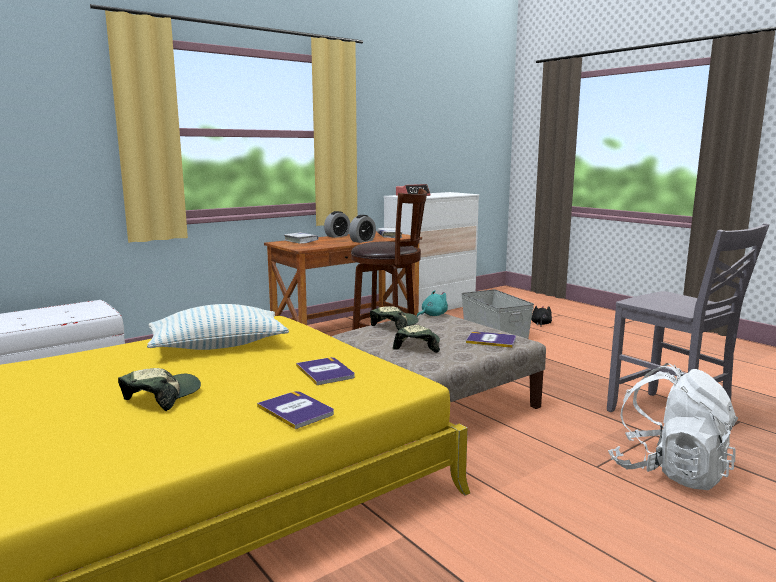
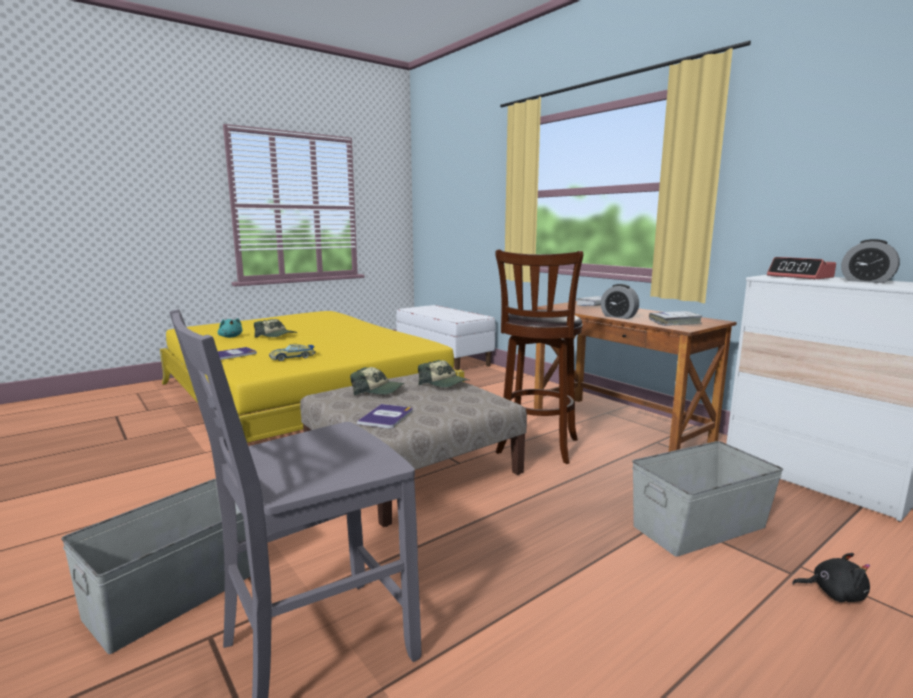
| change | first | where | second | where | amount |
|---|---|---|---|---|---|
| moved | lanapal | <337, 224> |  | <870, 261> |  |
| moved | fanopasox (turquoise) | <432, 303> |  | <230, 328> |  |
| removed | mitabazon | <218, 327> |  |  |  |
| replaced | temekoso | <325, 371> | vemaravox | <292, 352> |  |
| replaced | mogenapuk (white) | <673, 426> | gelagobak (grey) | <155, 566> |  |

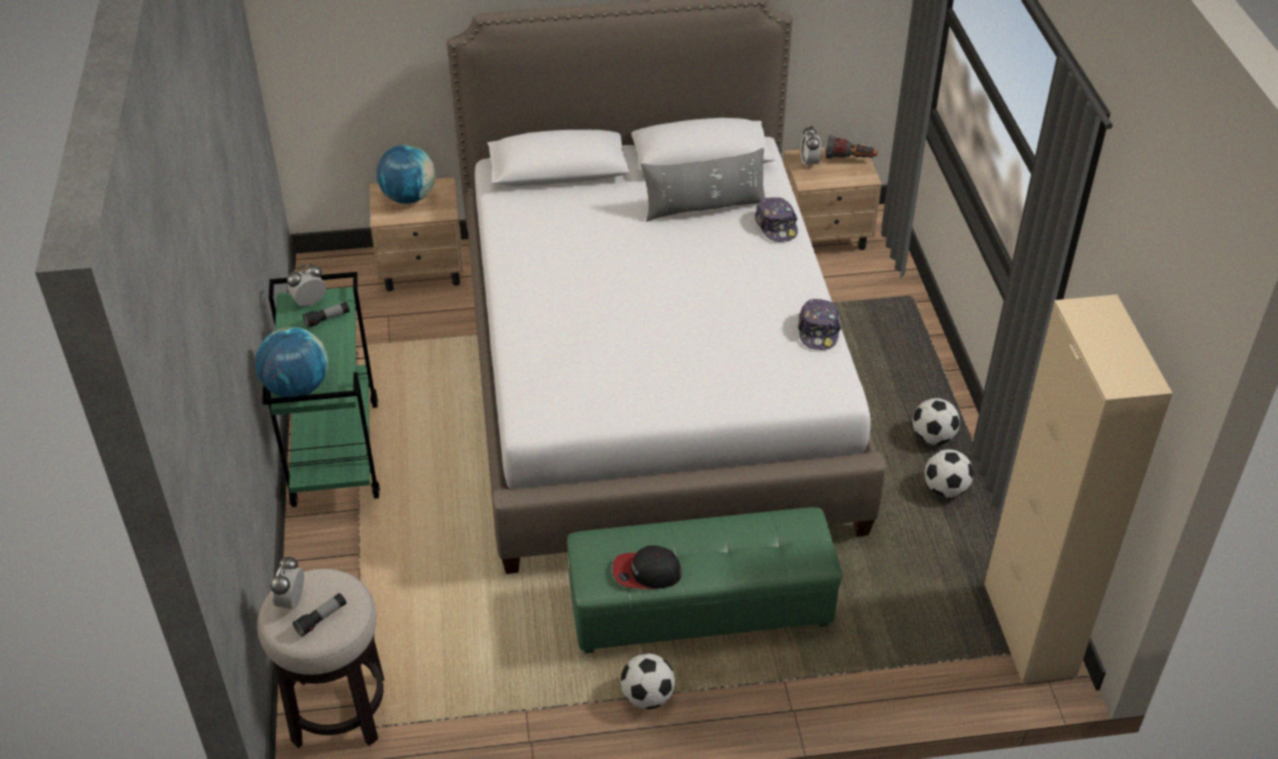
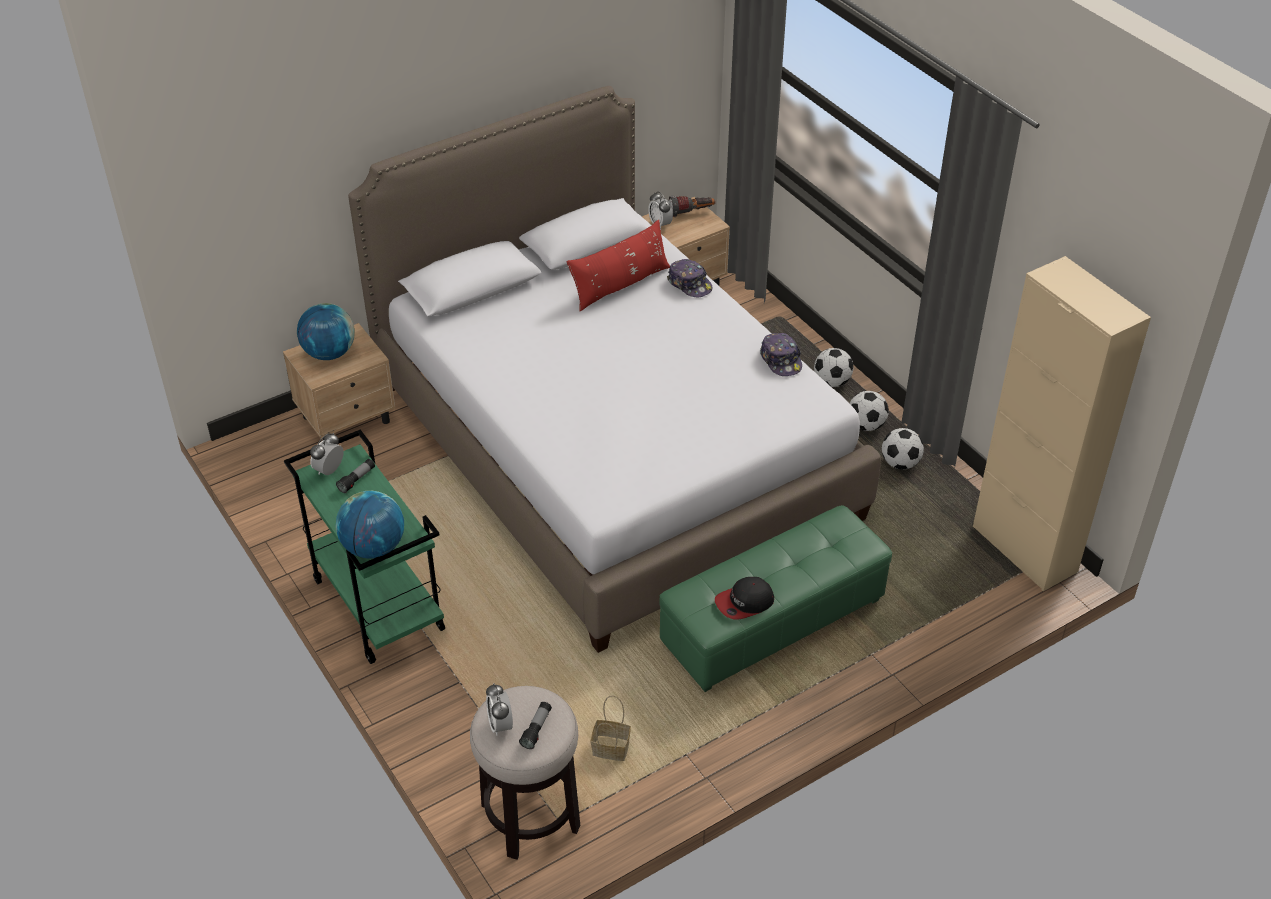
| change | first | where | second | where | amount |
|---|---|---|---|---|---|
| recoloured | mitabazon (grey) | <703, 185> | mitabazon (red) | <618, 265> |  |
| moved | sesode | <648, 681> |  | <833, 367> |  |
| added |  |  | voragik | <611, 728> |  |

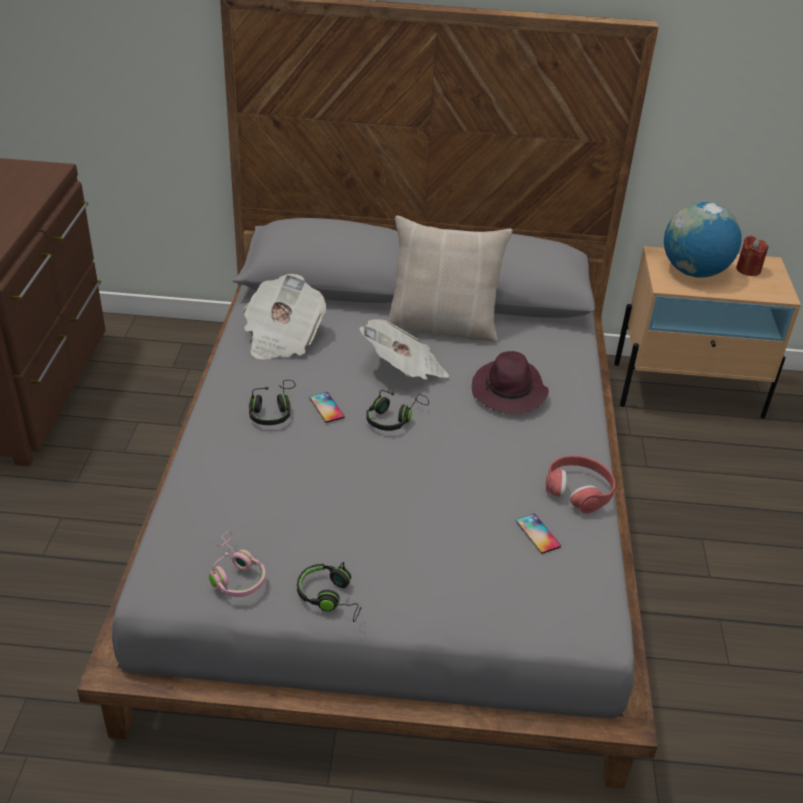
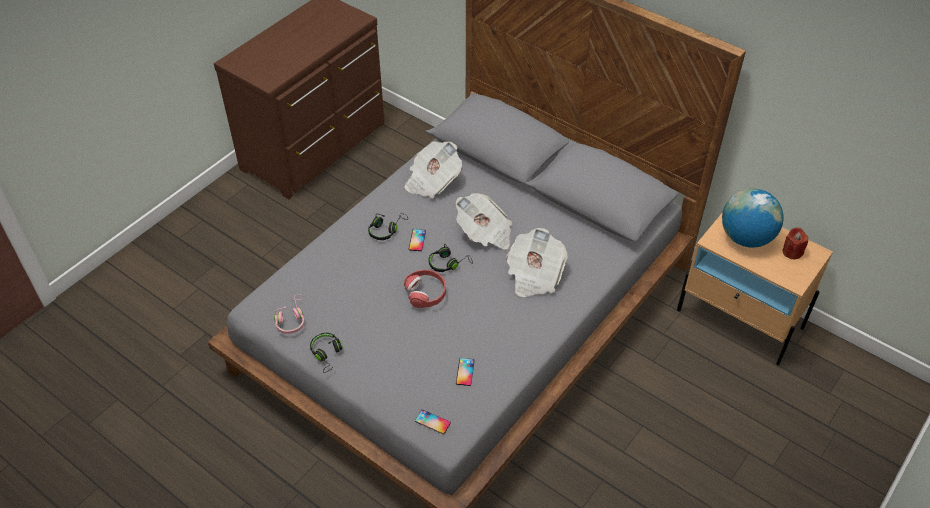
| change | first | where | second | where | amount |
|---|---|---|---|---|---|
| removed | mitabazon (beige) | <449, 279> |  |  |  |
| replaced | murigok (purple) | <510, 382> | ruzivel | <537, 262> |  |
| moved | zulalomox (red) | <580, 484> |  | <425, 289> |  |
| added |  |  | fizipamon | <433, 422> |  |

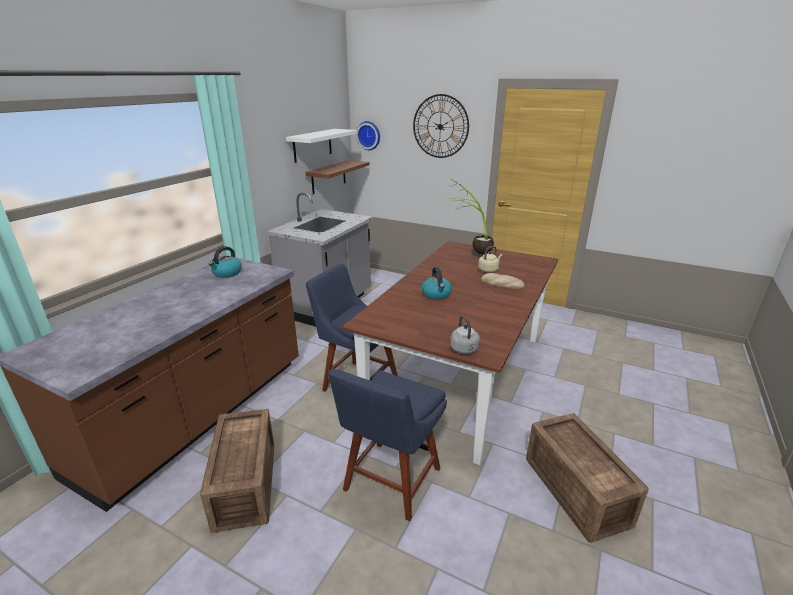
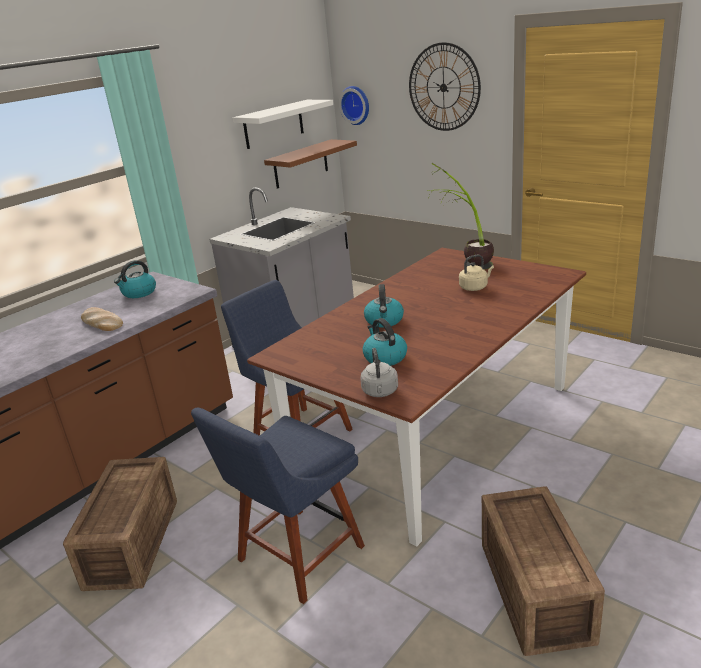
| change | first | where | second | where | amount |
|---|---|---|---|---|---|
| moved | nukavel | <503, 281> |  | <102, 319> |  |
| added |  |  | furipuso | <385, 342> |  |

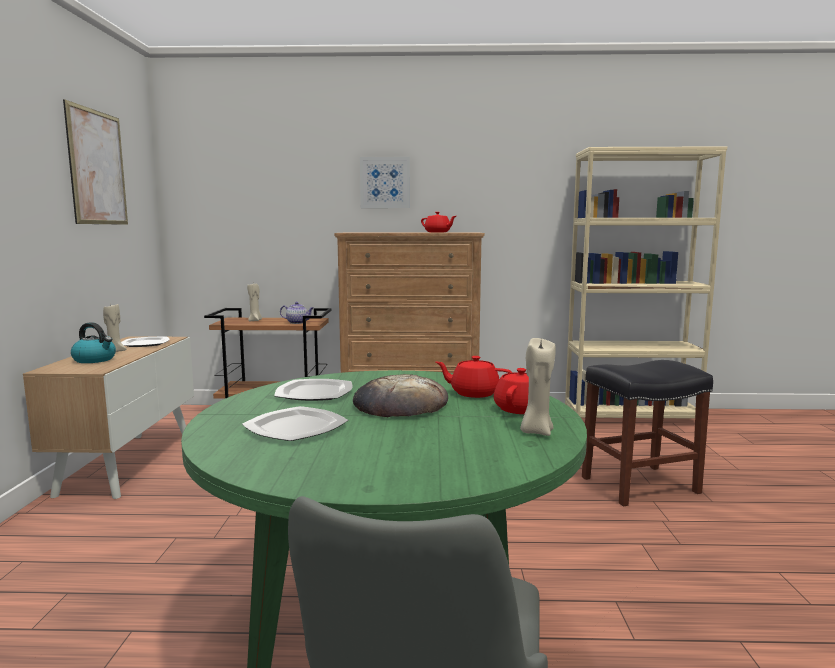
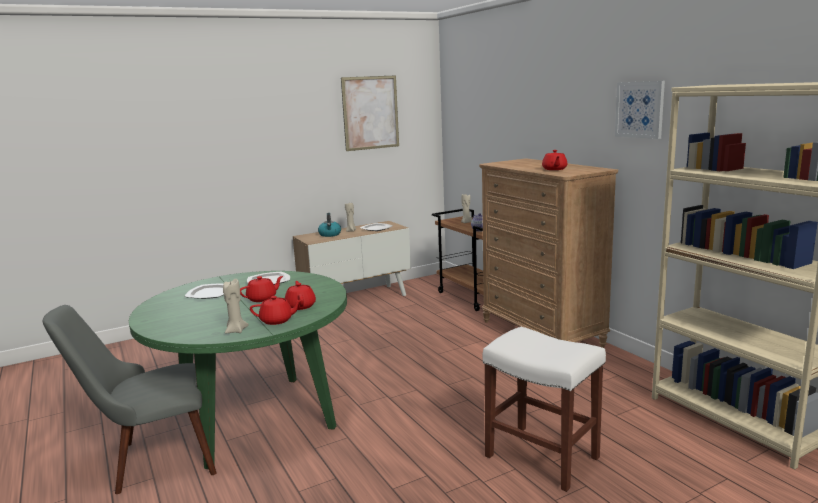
| change | first | where | second | where | amount |
|---|---|---|---|---|---|
| moved | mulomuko | <385, 182> |  | <640, 110> |  |
| recoloured | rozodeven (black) | <647, 433> | rozodeven (white) | <544, 409> |  |
| replaced | nukavel | <400, 395> | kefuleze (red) | <261, 289> |  |

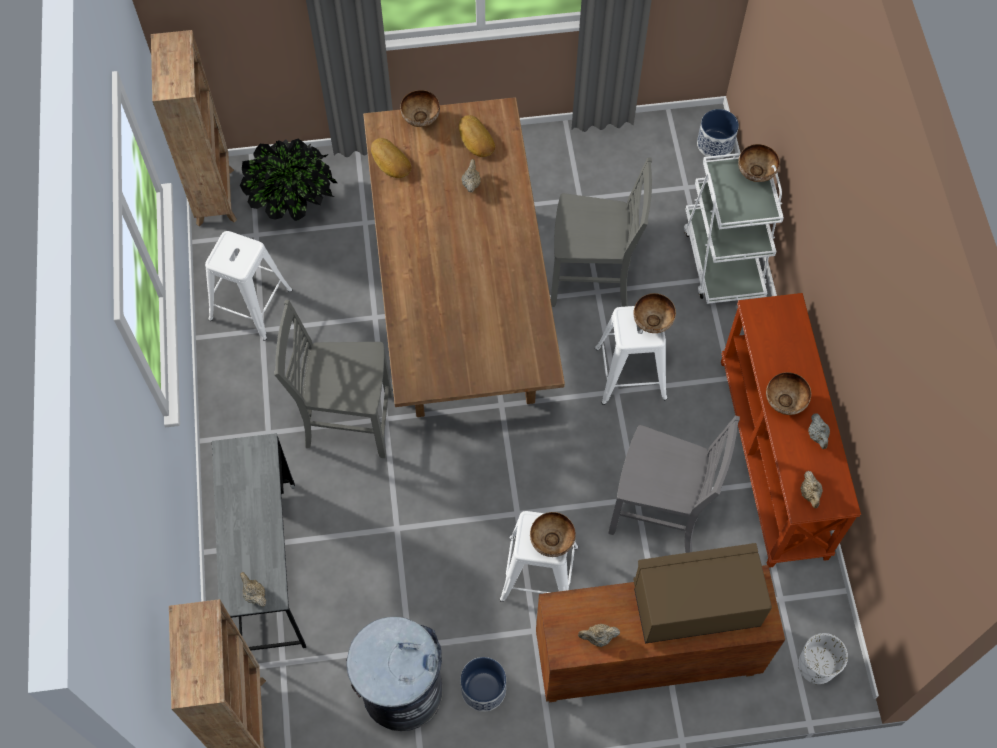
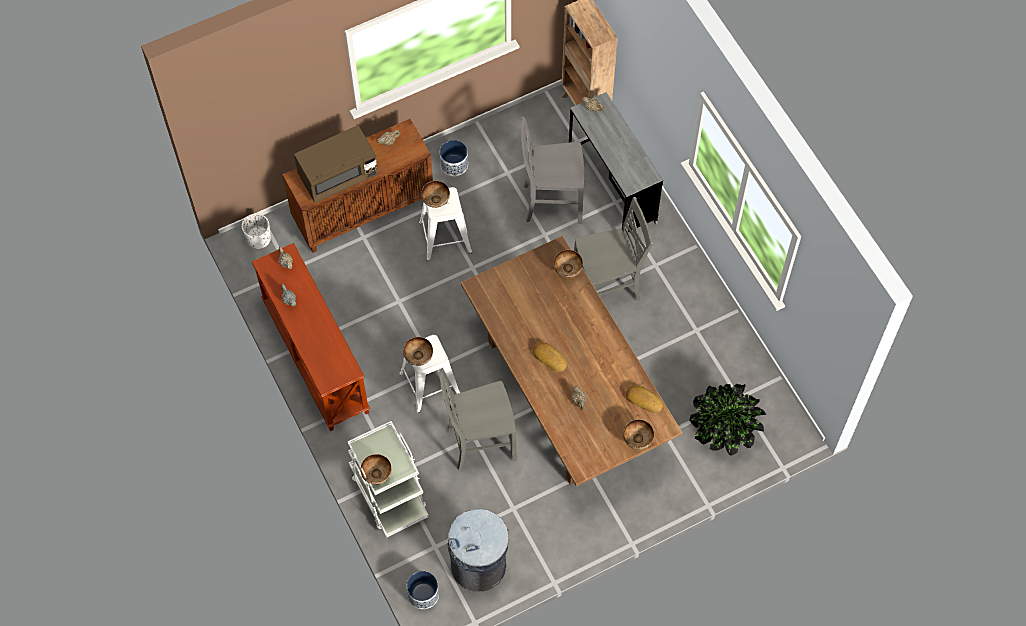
| change | first | where | second | where | amount |
|---|---|---|---|---|---|
| removed | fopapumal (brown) | <194, 128> |  |  |  |
| moved | nukavel | <477, 136> |  | <550, 357> |  |
| removed | rozodeven (white) | <249, 286> |  |  |  |
| moved | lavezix | <788, 393> |  | <568, 264> |  |
| moved | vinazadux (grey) | <674, 484> |  | <552, 170> |  |
| moved | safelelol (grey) | <394, 673> |  | <478, 550> |  |

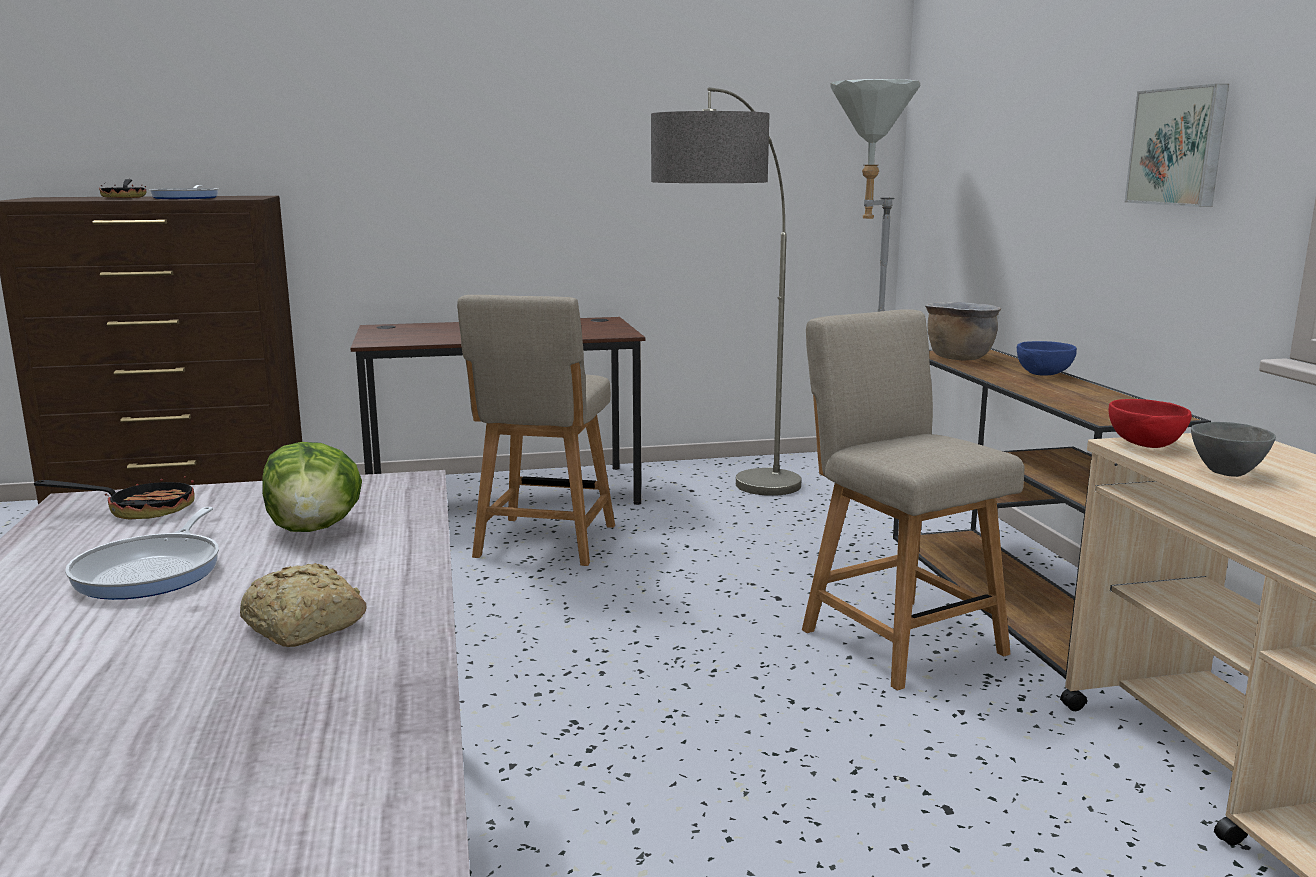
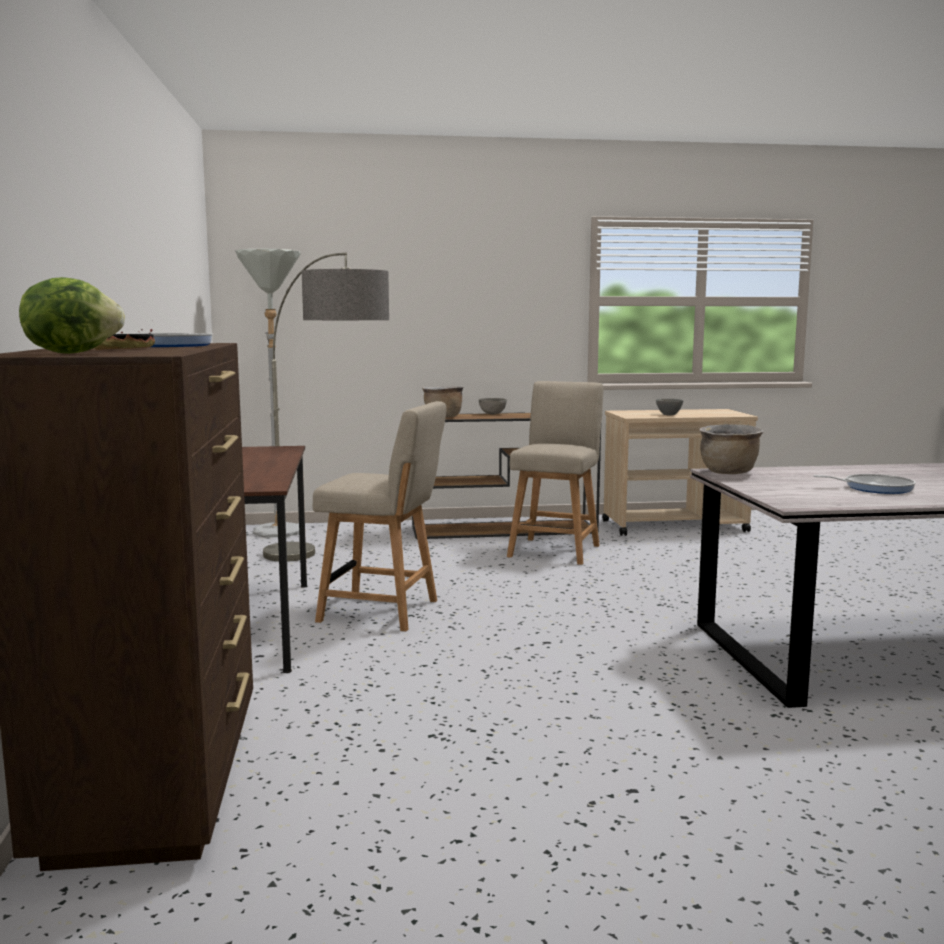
| change | first | where | second | where | amount |
|---|---|---|---|---|---|
| removed | mulomuko | <1177, 145> |  |  |  |
| turned | vinazadux (beige) | <913, 500> |  | <555, 473> | 135 degrees clockwise |
| recoloured | lavezix (blue) | <1047, 358> | lavezix (grey) | <493, 406> |  |
| removed | lavezix (red) | <1150, 423> |  |  |  |
| moved | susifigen | <312, 487> |  | <72, 315> |  |
| removed | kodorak | <114, 497> |  |  |  |
| removed | nukavel | <303, 605> |  |  |  |
| added |  |  | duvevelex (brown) | <731, 449> |  |

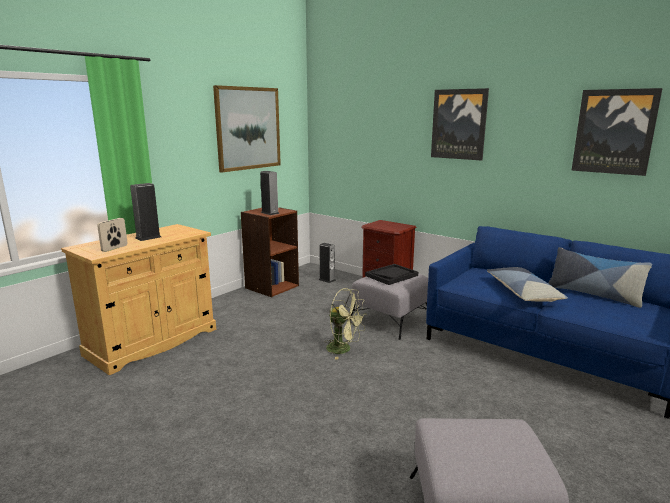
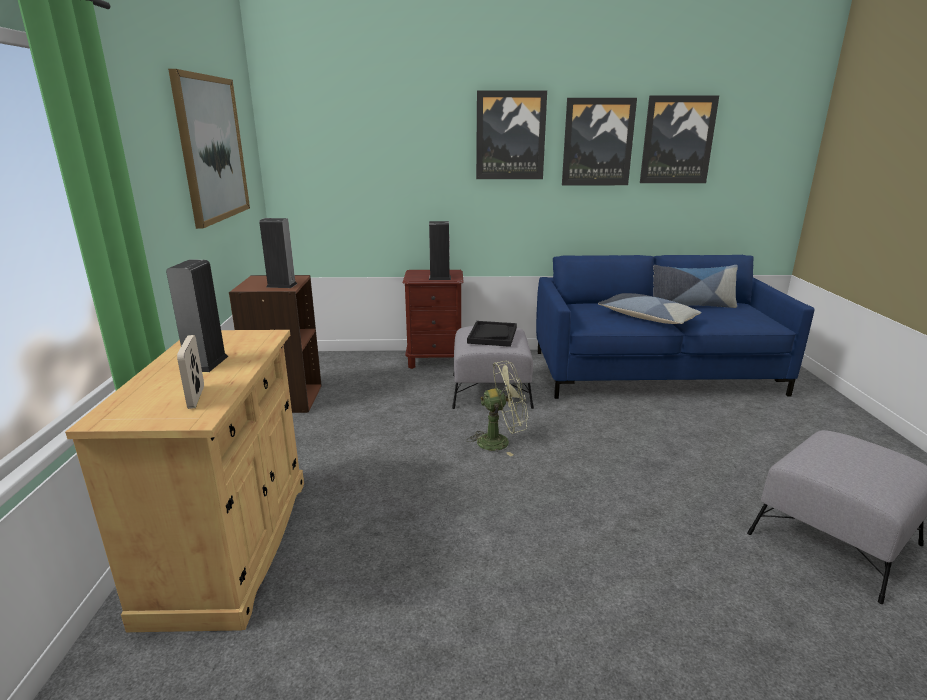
| change | first | where | second | where | amount |
|---|---|---|---|---|---|
| moved | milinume | <327, 263> |  | <440, 250> |  |
| added |  |  | mulomuko | <599, 141> |  |

